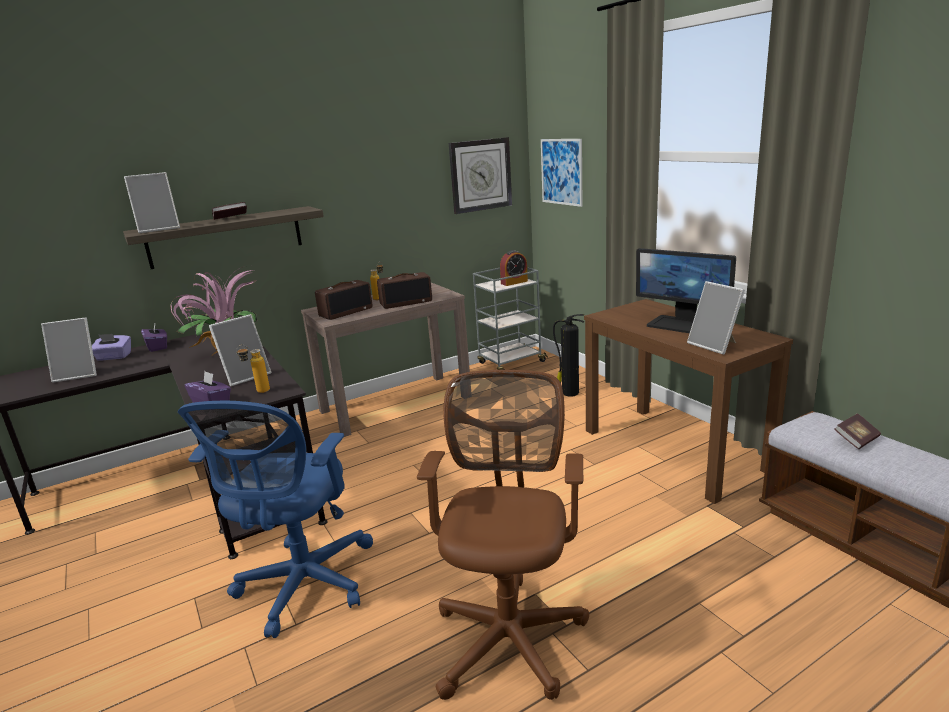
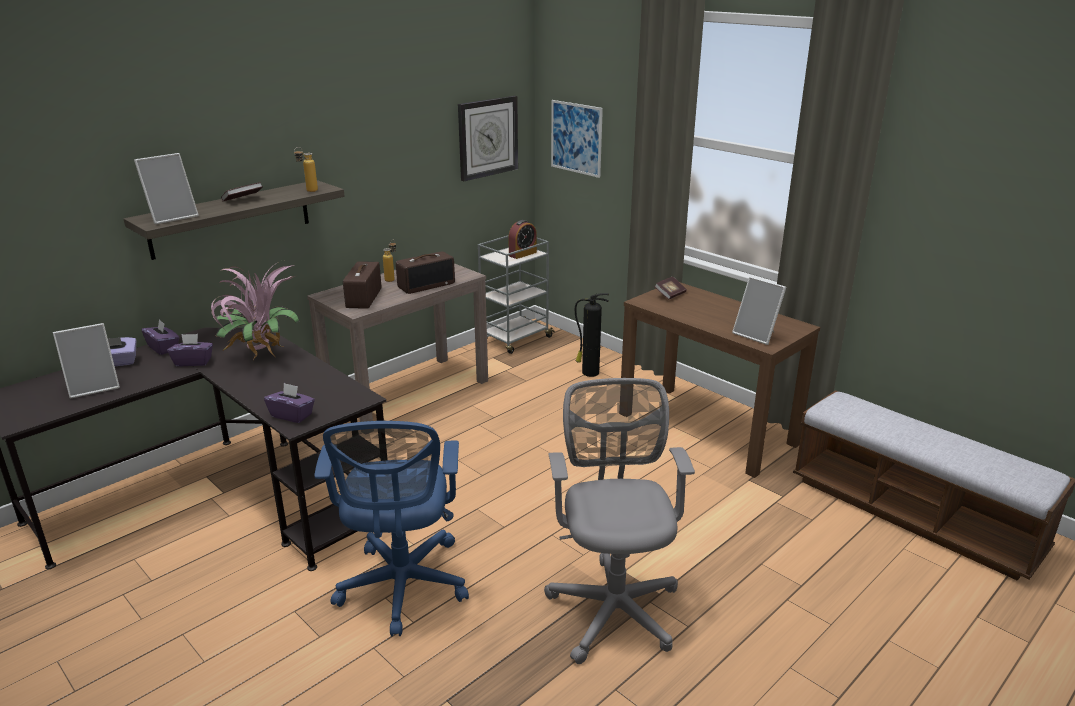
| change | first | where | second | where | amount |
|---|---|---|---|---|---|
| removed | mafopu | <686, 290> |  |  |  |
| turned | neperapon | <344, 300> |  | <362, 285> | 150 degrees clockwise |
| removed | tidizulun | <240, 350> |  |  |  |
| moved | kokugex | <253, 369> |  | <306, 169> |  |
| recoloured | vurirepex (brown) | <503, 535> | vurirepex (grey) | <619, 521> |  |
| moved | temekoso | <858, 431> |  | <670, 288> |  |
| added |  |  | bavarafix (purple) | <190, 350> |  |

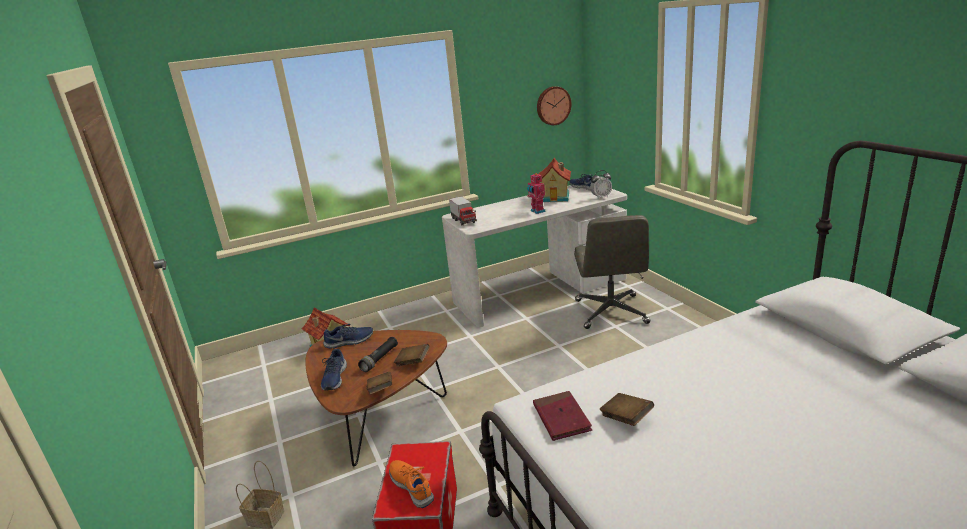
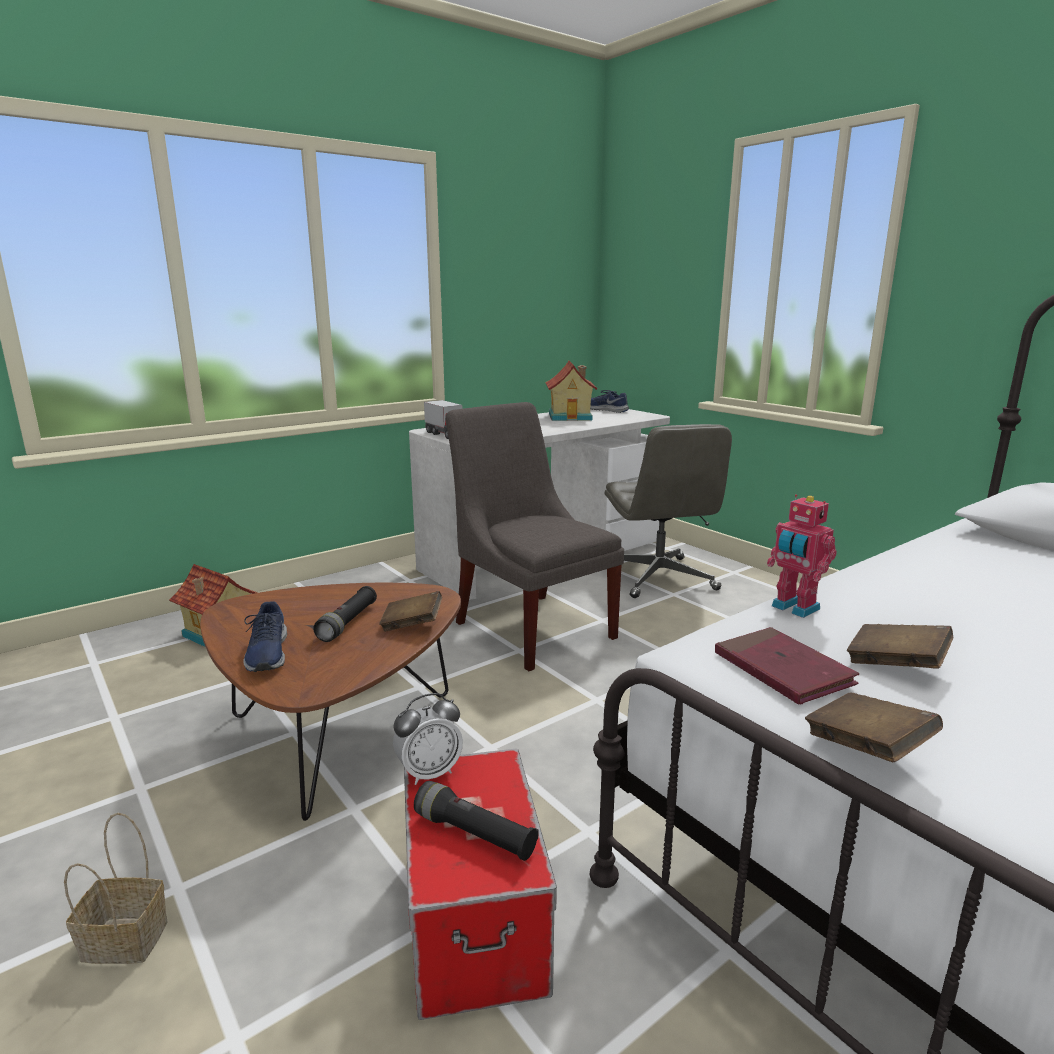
| change | first | where | second | where | amount |
|---|---|---|---|---|---|
| removed | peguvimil | <554, 105> |  |  |  |
| moved | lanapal | <601, 185> |  | <428, 739> |  |
| moved | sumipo | <536, 193> |  | <802, 556> |  |
| removed | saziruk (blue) | <348, 336> |  |  |  |
| moved | temekoso (brown) | <379, 383> |  | <874, 727> |  |
| replaced | saziruk (orange) | <411, 484> | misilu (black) | <476, 821> |  |
| added |  |  | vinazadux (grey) | <534, 536> |  |

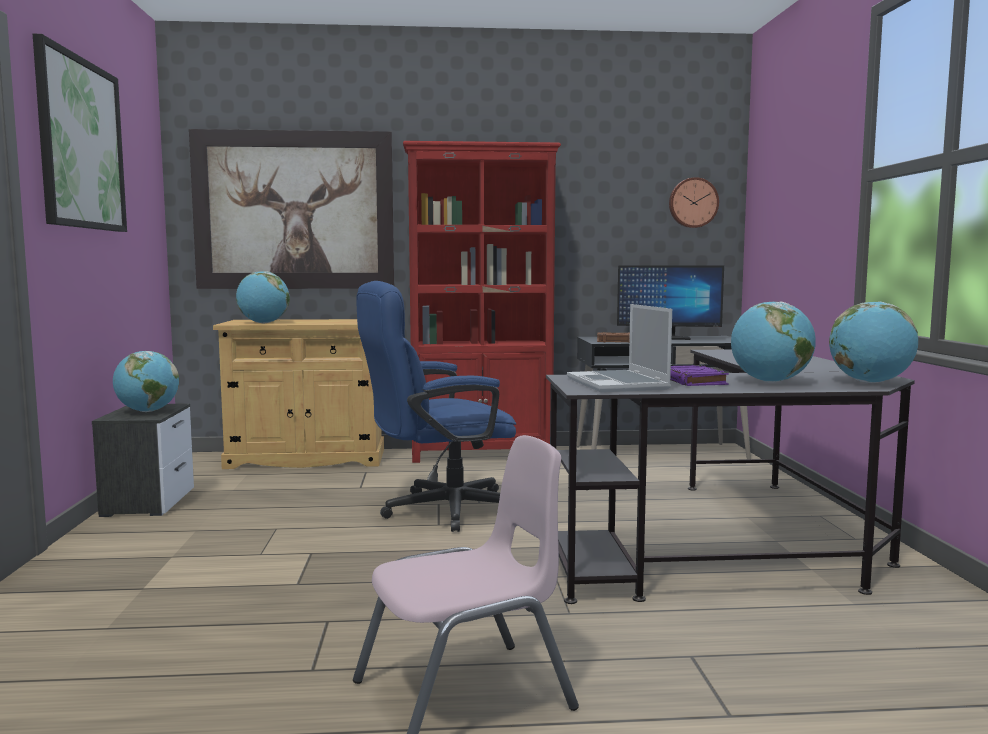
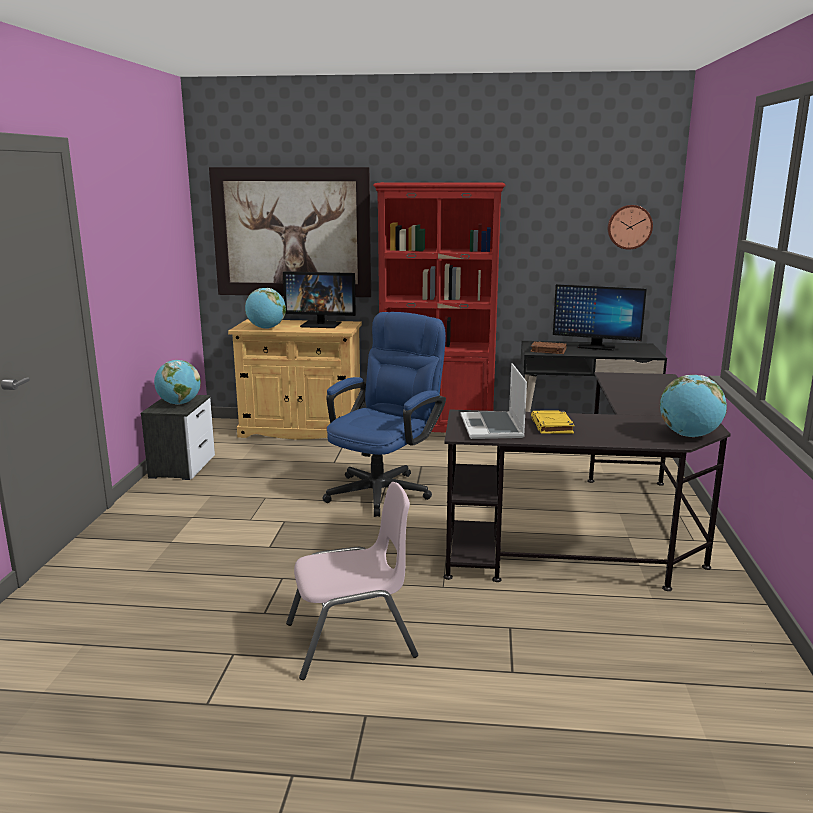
| change | first | where | second | where | amount |
|---|---|---|---|---|---|
| removed | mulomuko | <80, 133> |  |  |  |
| turned | vurirepex (blue) | <436, 406> |  | <384, 414> | 135 degrees clockwise |
| removed | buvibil | <773, 342> |  |  |  |
| recoloured | temekoso (purple) | <699, 375> | temekoso (yellow) | <552, 422> |  |
| added |  |  | mafopu | <319, 300> |  |

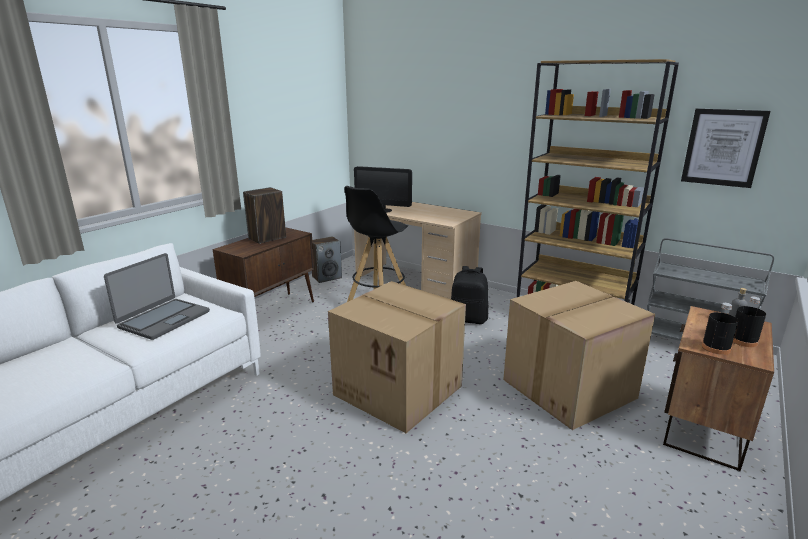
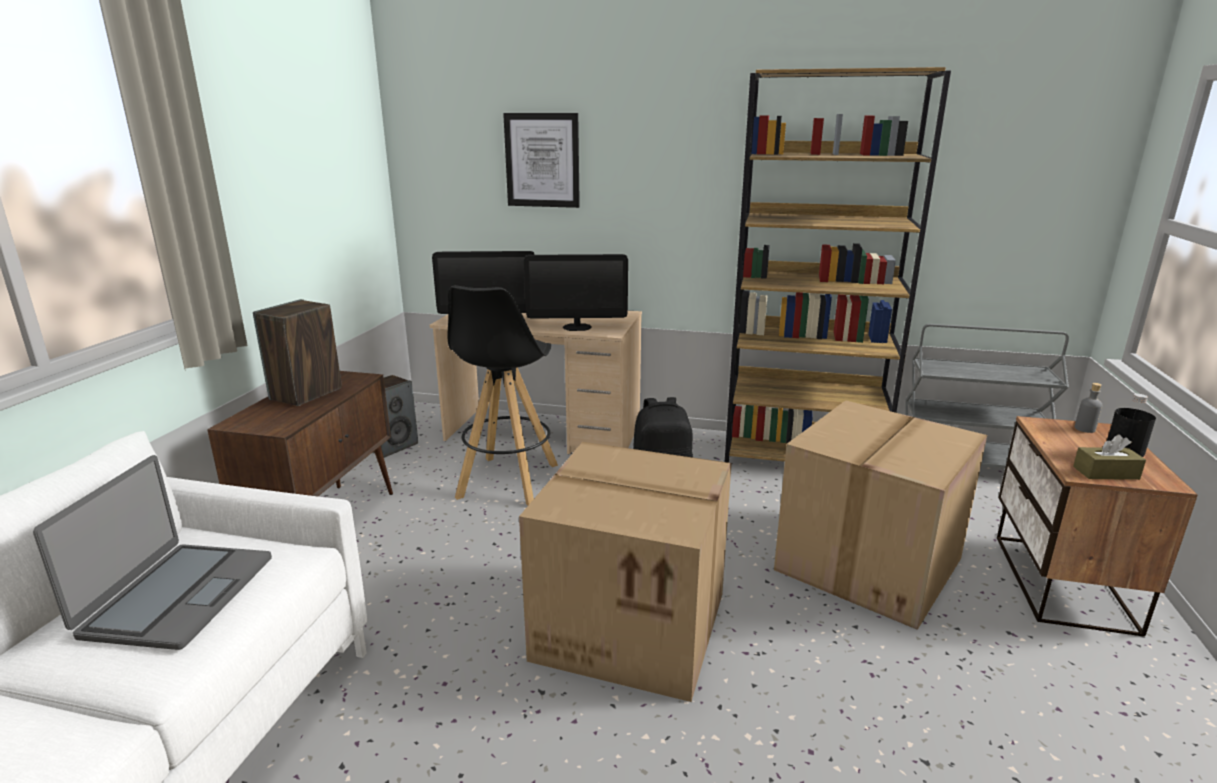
| change | first | where | second | where | amount |
|---|---|---|---|---|---|
| moved | mulomuko | <725, 148> |  | <541, 160> |  |
| replaced | kokugex (black) | <720, 329> | bavarafix (brown) | <1109, 457> |  |
| added |  |  | mafopu | <576, 292> |  |

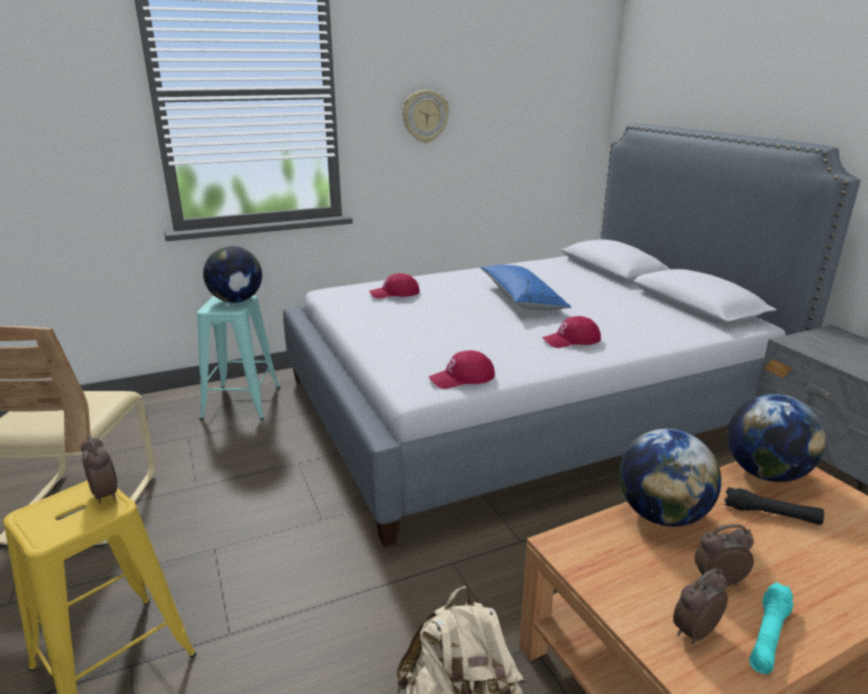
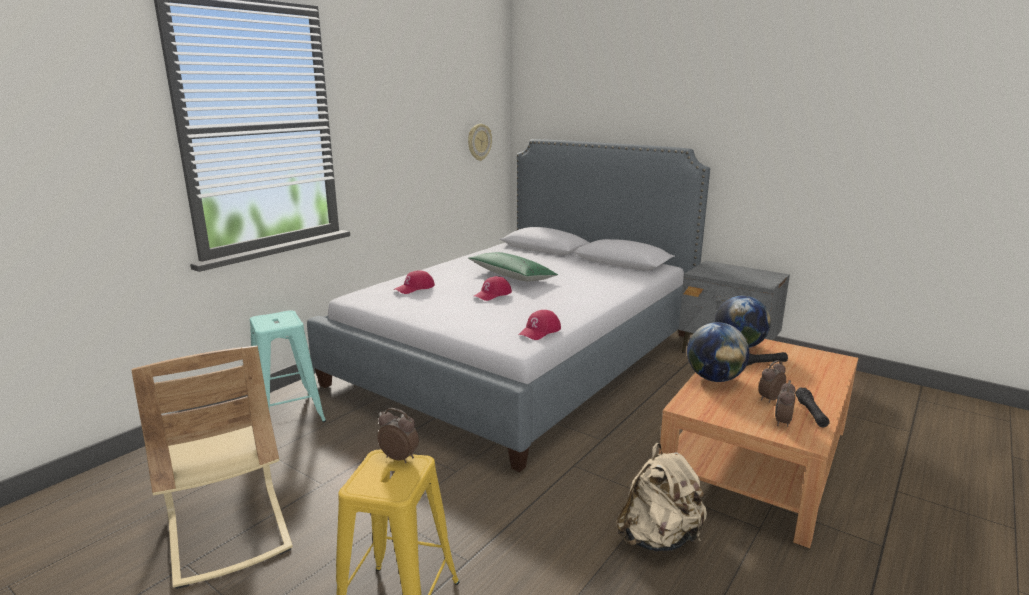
| change | first | where | second | where | amount |
|---|---|---|---|---|---|
| moved | peguvimil | <425, 116> |  | <480, 142> |  |
| removed | buvibil | <232, 274> |  |  |  |
| recoloured | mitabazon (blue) | <526, 287> | mitabazon (green) | <513, 266> |  |
| moved | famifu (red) | <571, 332> |  | <493, 288> |  |
| recoloured | misilu (turquoise) | <771, 628> | misilu (black) | <812, 407> |  |

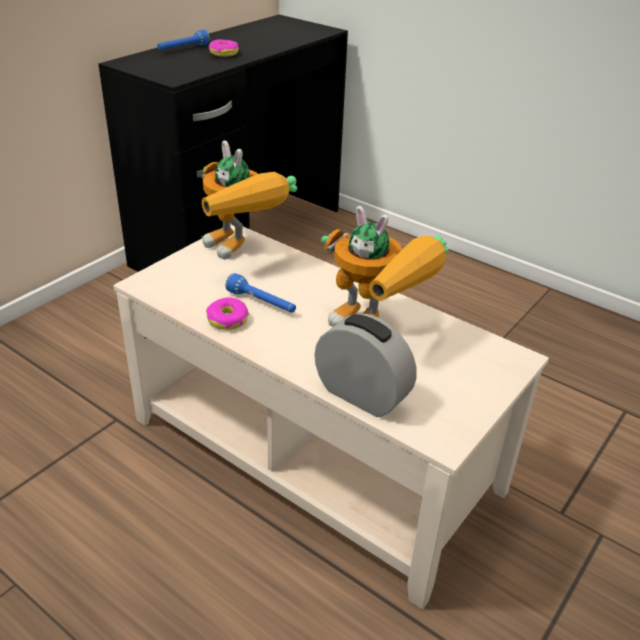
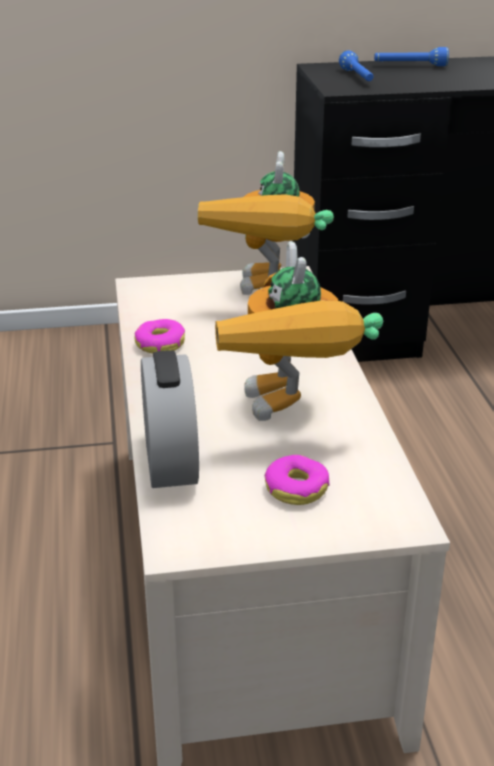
| change | first | where | second | where | amount |
|---|---|---|---|---|---|
| moved | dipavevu | <224, 48> |  | <297, 480> |  |
| moved | misilu (blue) | <261, 293> |  | <356, 65> |  |

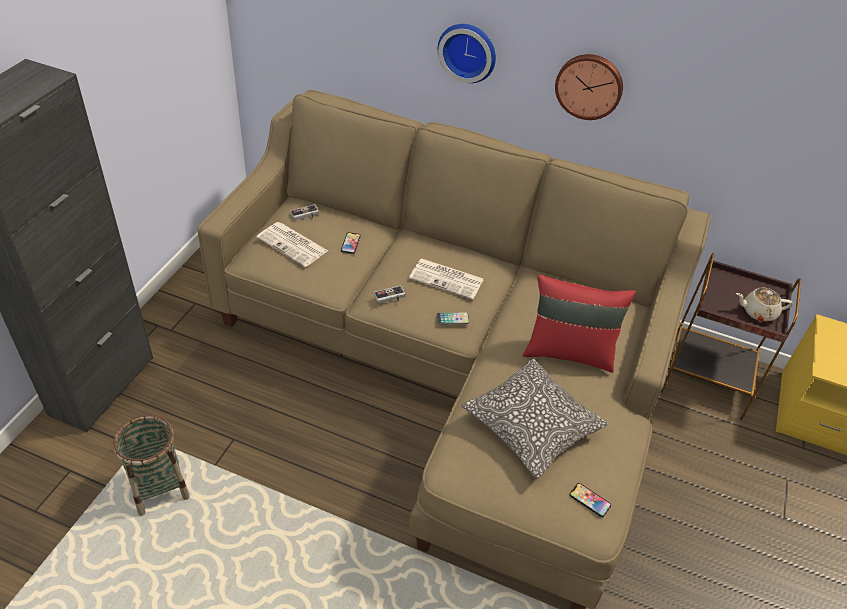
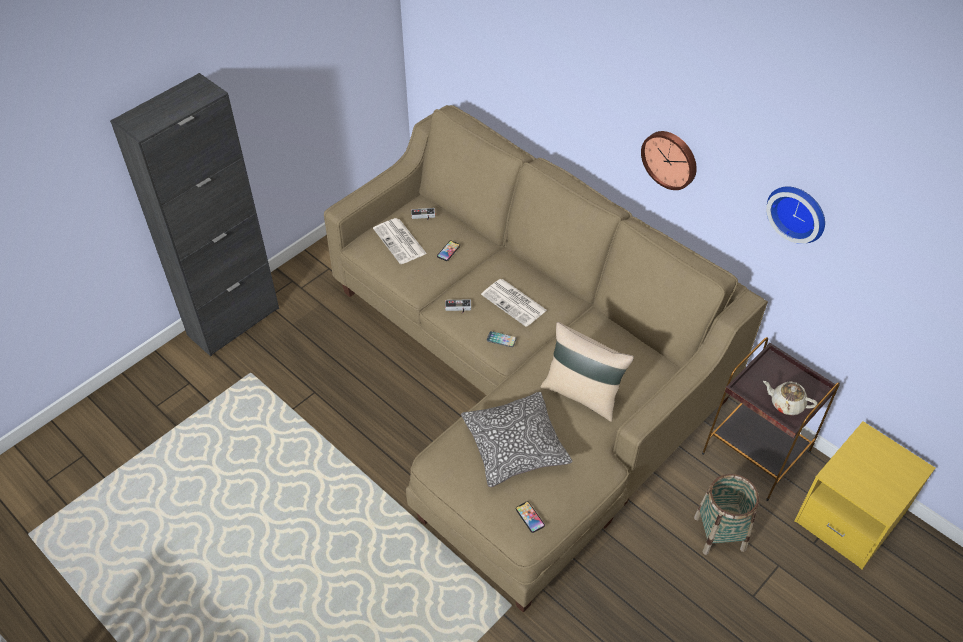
| change | first | where | second | where | amount |
|---|---|---|---|---|---|
| moved | peguvimil | <467, 53> |  | <795, 215> |  |
| recoloured | mitabazon (red) | <579, 323> | mitabazon (beige) | <587, 372> |  |
| moved | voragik | <151, 465> |  | <726, 514> |  |

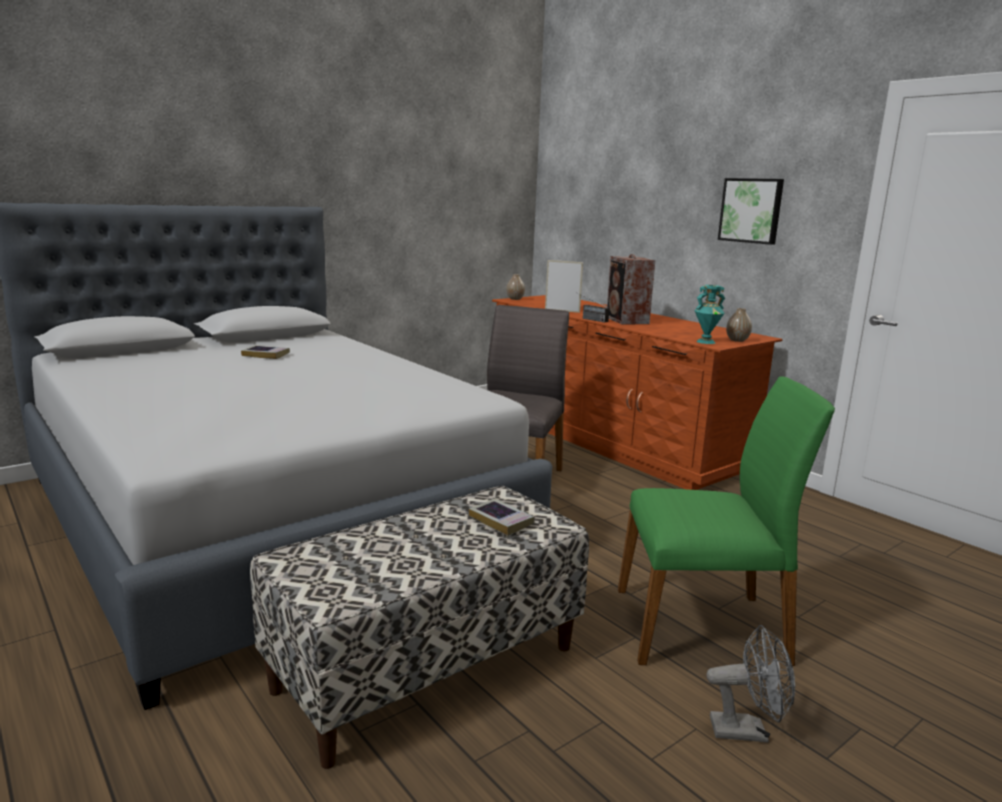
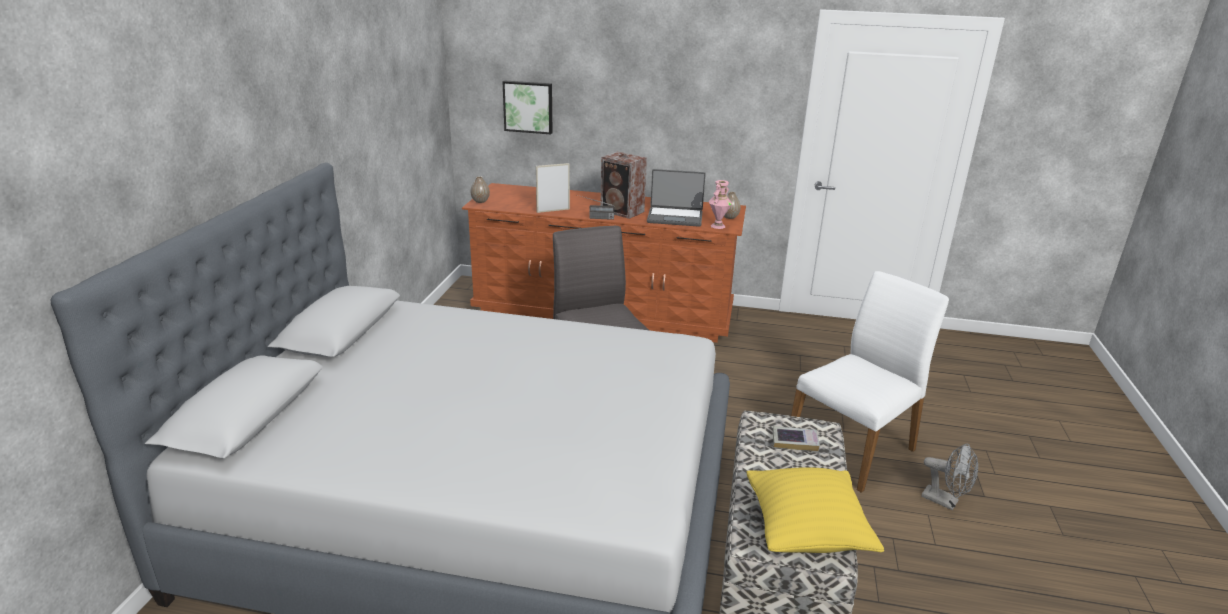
| change | first | where | second | where | amount |
|---|---|---|---|---|---|
| moved | mulomuko | <751, 211> |  | <527, 107> |  |
| recoloured | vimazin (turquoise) | <709, 314> | vimazin (pink) | <720, 204> |  |
| removed | temekoso | <265, 352> |  |  |  |
| recoloured | vinazadux (green) | <726, 521> | vinazadux (white) | <870, 382> |  |
| turned | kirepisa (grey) | <750, 684> |  | <949, 476> | 75 degrees clockwise |
| added |  |  | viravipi | <676, 198> |  |
| added |  |  | mitabazon (yellow) | <815, 510> |  |

